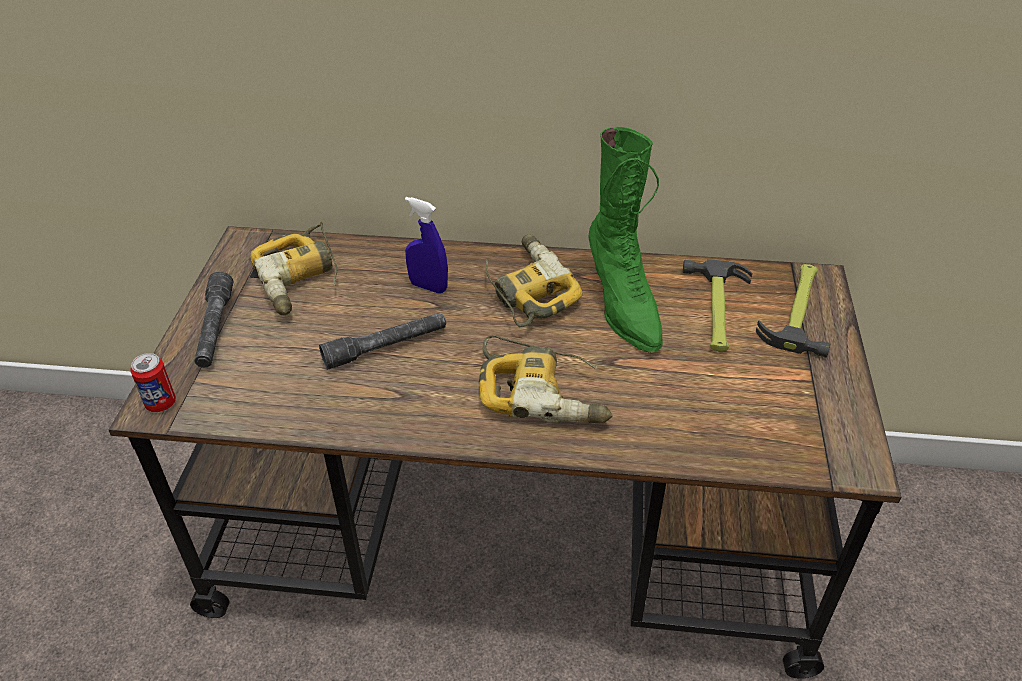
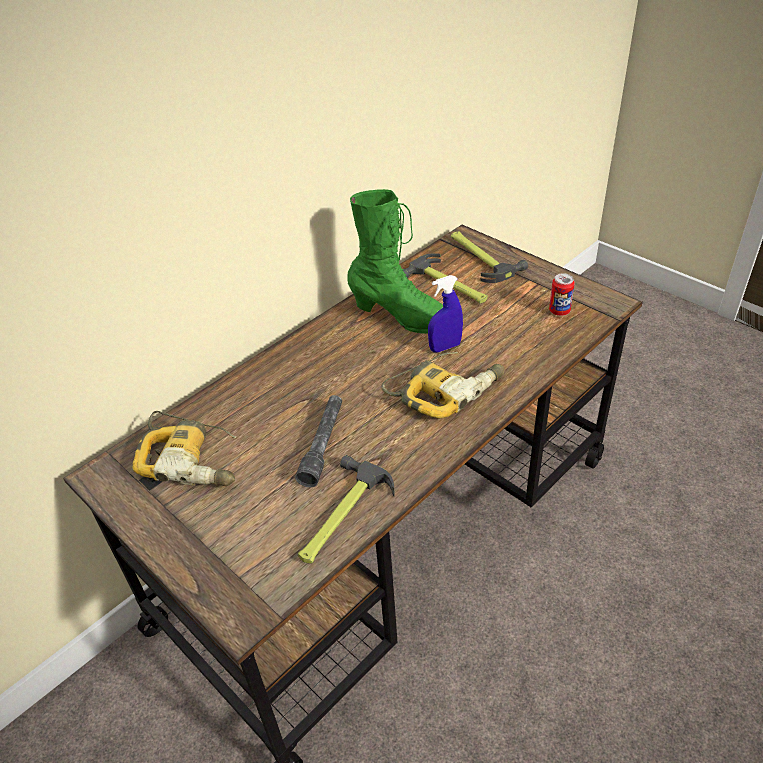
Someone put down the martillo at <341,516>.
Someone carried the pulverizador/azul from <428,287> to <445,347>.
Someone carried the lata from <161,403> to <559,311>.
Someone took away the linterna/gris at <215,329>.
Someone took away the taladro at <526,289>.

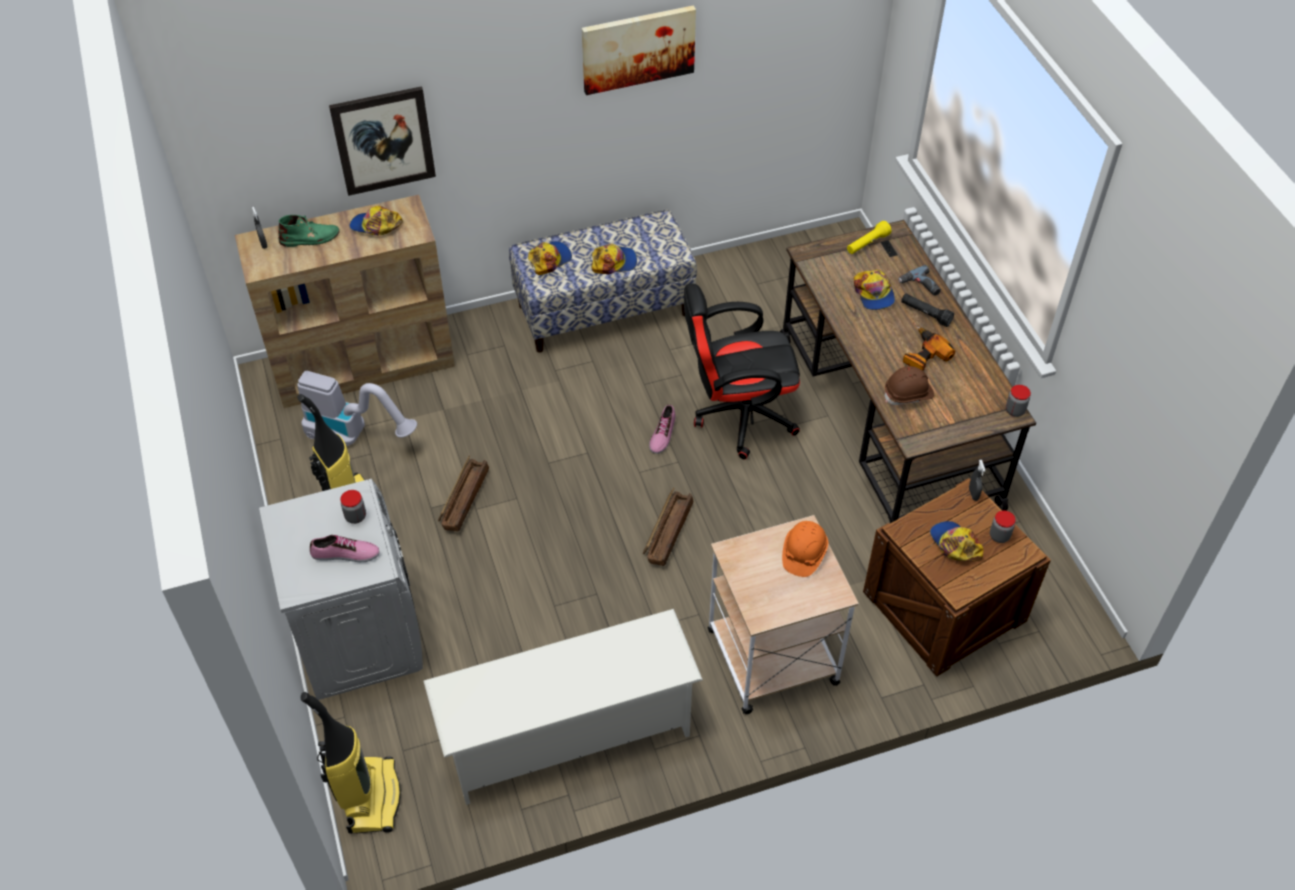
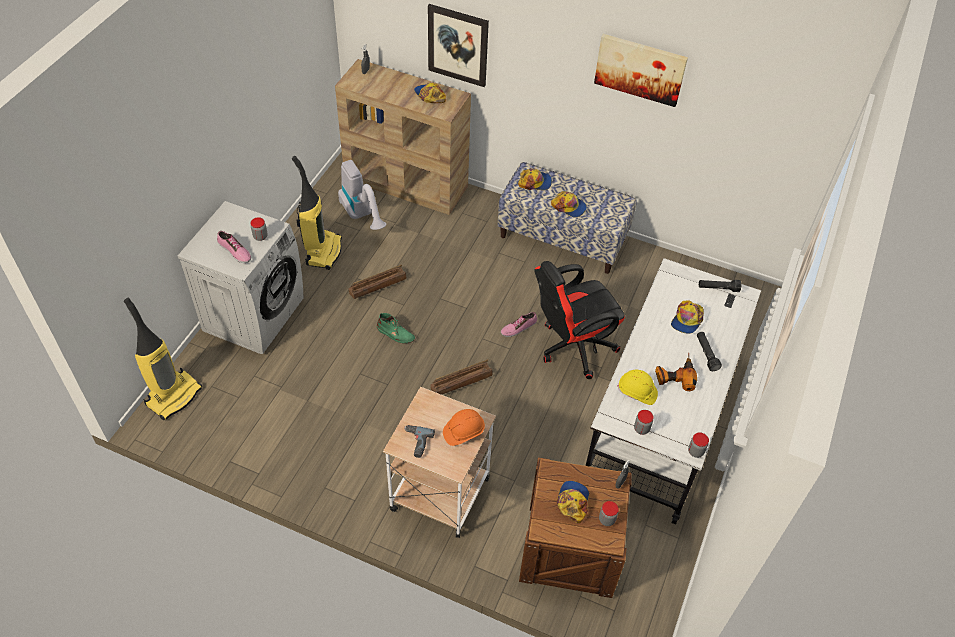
Someone carried the bota/verde from <310,238> to <395,334>.
Someone carried the taladro from <919,286> to <416,442>.
Someone rotated the silla de oficina/negro at <736,417> by 60 degrees counterclockwise.
Someone repainted the escritorio/marrón at <887,420>, which became the escritorio/blanco at <661,416>.
Someone repainted the casco/marrón at <908,394>, which became the casco/amarillo at <637,392>.
Someone put down the tarro at <641,429>.
Someone repainted the linterna/amarillo at <867,244>, which became the linterna/negro at <718,288>.
Someone took away the zapatero/blanco at <567,735>.

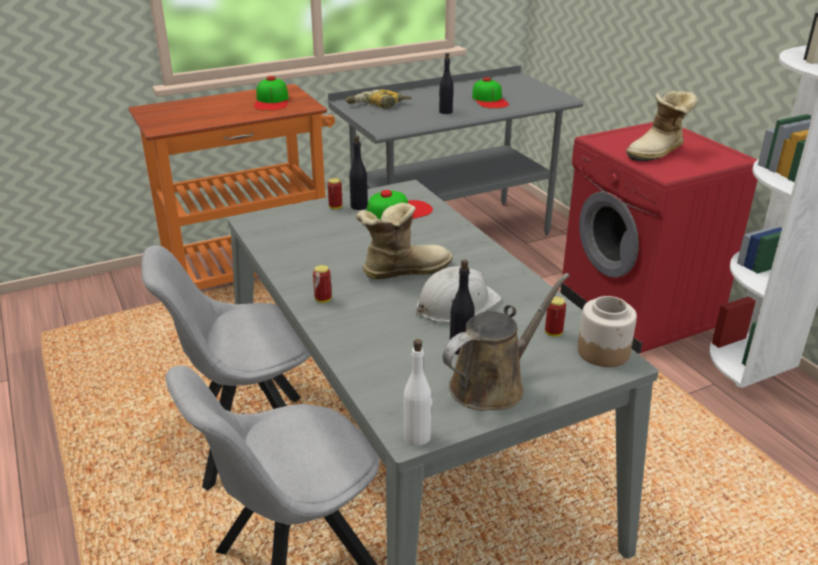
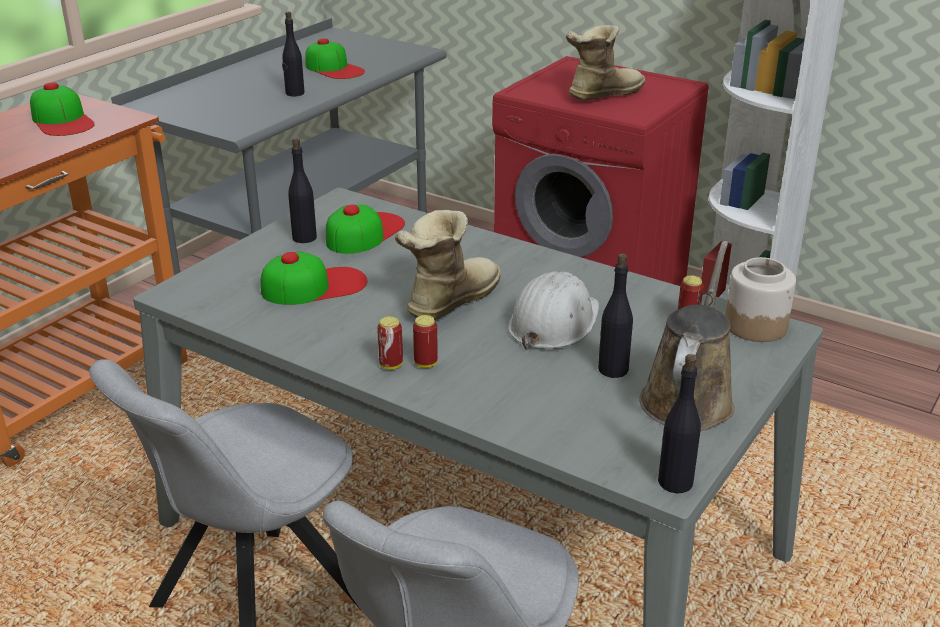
Someone put down the gorra at <314,286>.
Someone carried the lata from <335,207> to <425,363>.
Someone rotated the bota at <658,152> by 150 degrees counterclockwise.
Someone repainted the botella/blanco at <417,436>, which became the botella/negro at <675,482>.
Someone took away the taladro at <377,105>.

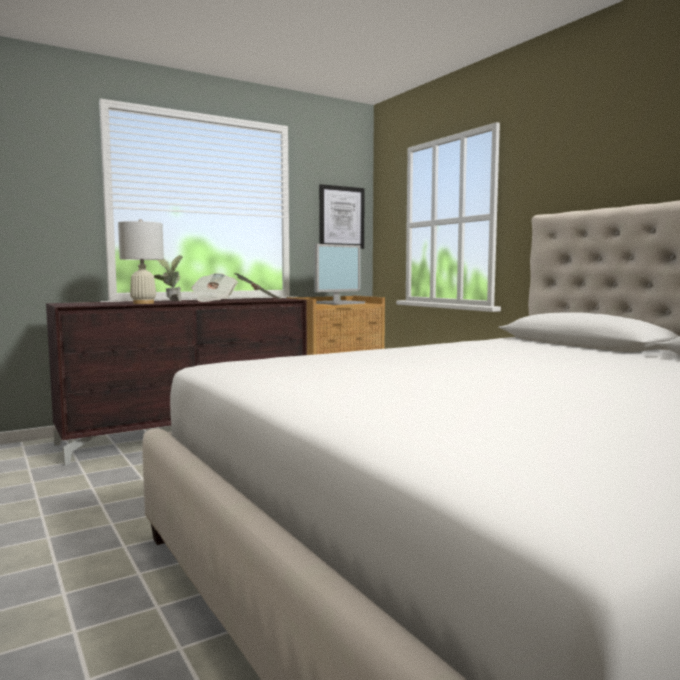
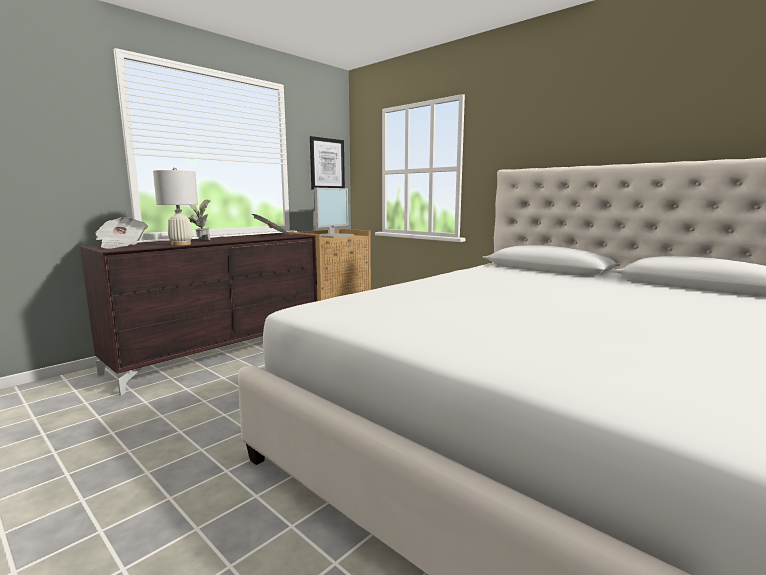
Someone carried the periódico from <213,300> to <121,245>.

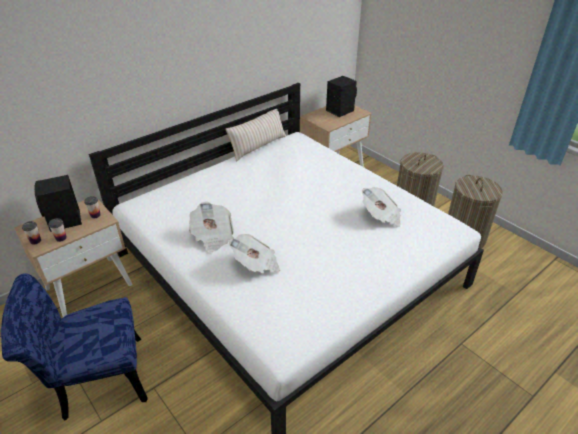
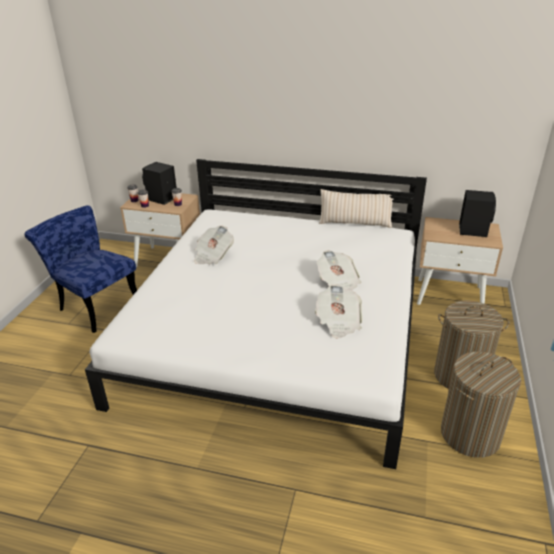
Someone carried the periódico from <256,264> to <338,282>.

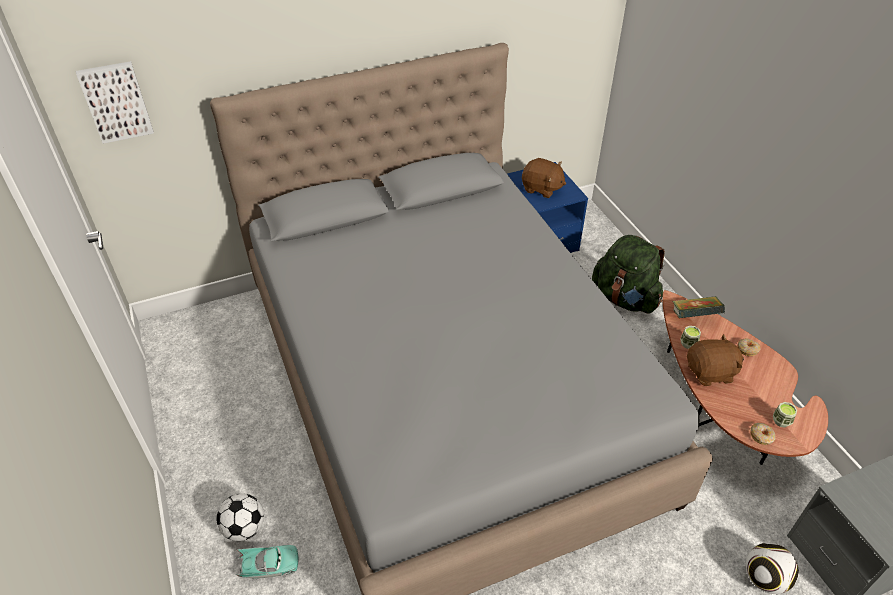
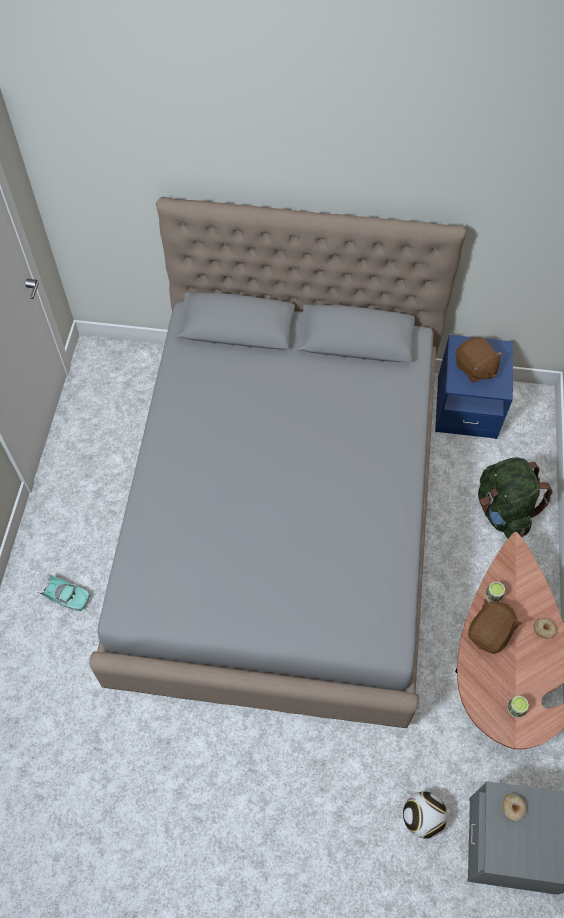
Someone rotated the peluche/marrón at <710,373> by 75 degrees counterclockwise.
Someone carried the rosquilla from <761,436> to <513,808>.
Someone took away the cuadro at <116,101>.
Someone took away the balón de fútbol at <244,528>.
Someone took away the libro at <694,317>.

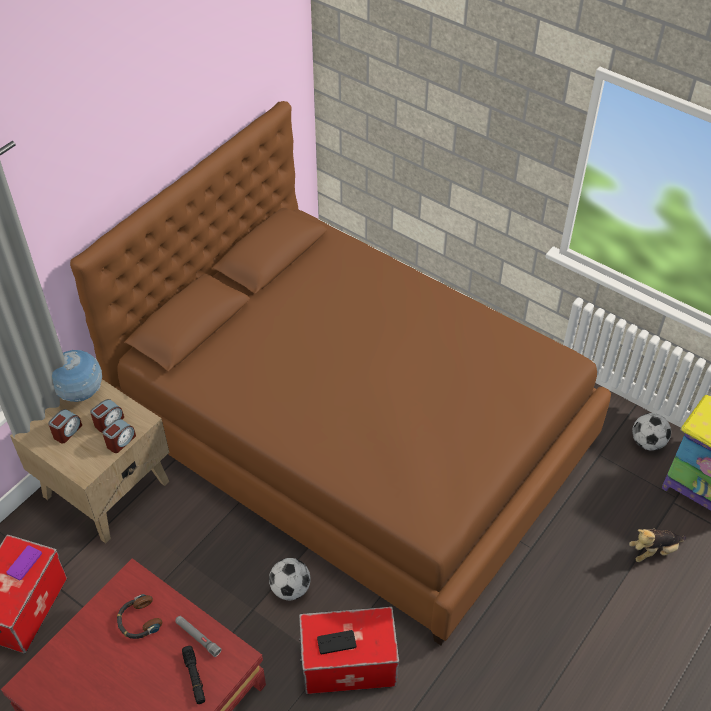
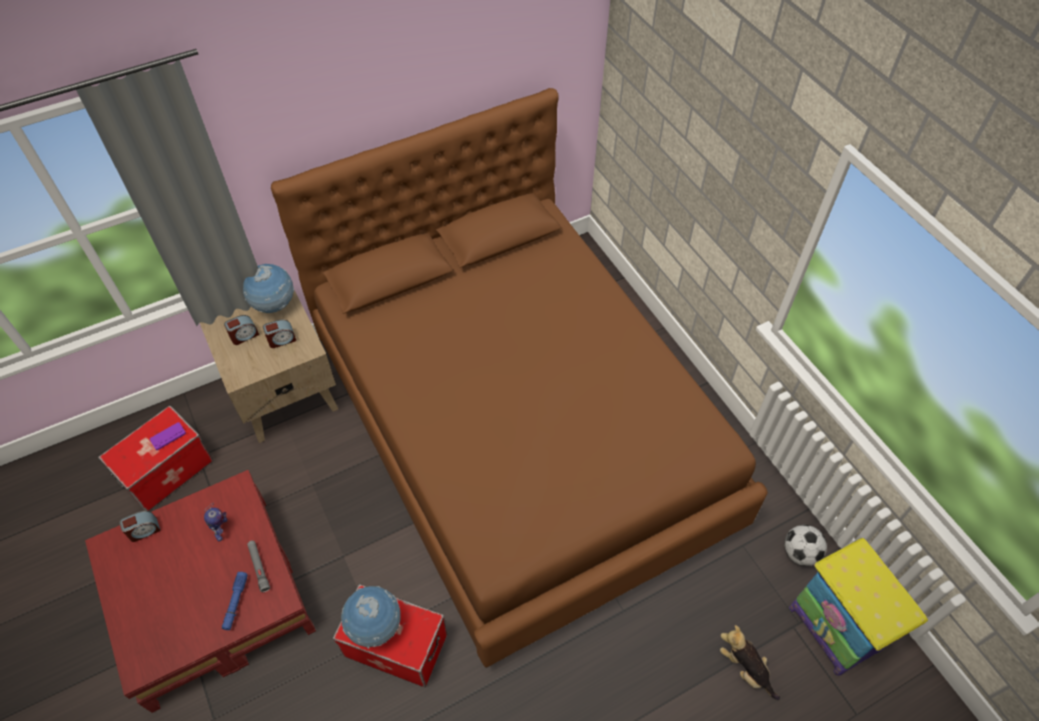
Someone carried the despertador from <121,441> to <144,530>.
Someone swapped the auriculares at <138,621> for the robot de juguete at <221,529>.
Someone repainted the linterna/negro at <194,677>, which became the linterna/azul at <236,602>.
Someone swapped the mando de consola/negro at <336,642> for the globo terráqueo at <375,626>.
Someone rotated the peluche at <653,551> by 45 degrees clockwise.
Someone took away the balón de fútbol at <290,589>.

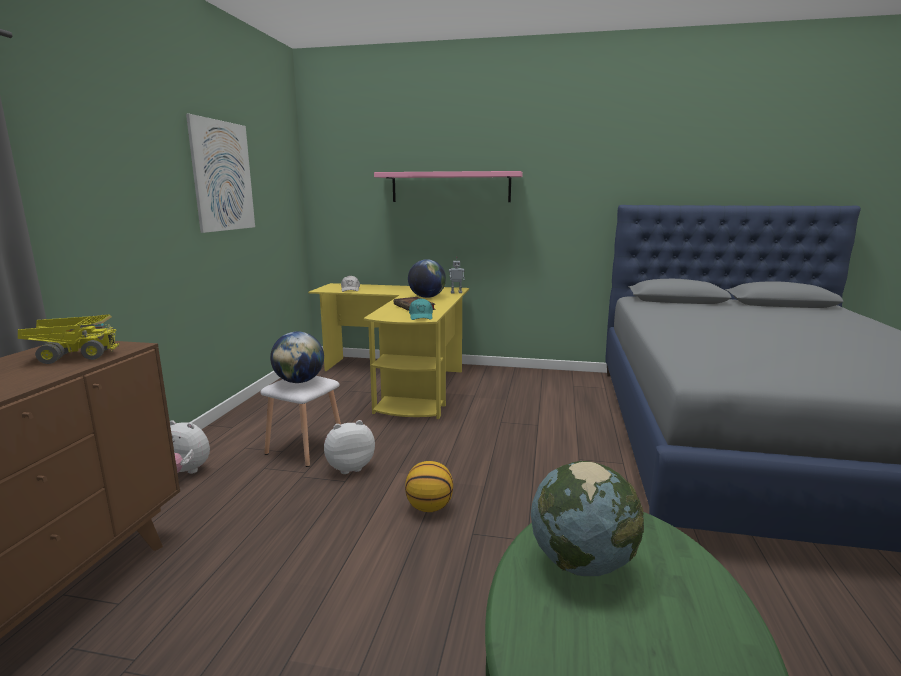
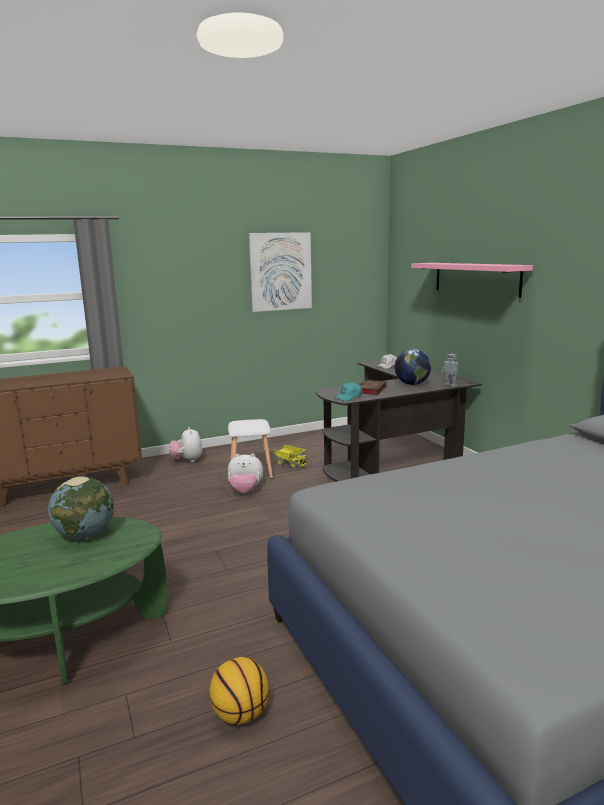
Someone carried the balón de baloncesto from <429,507> to <241,714>.
Someone rotated the peluche at <349,467> by 150 degrees clockwise.
Someone carried the camión de juguete from <73,356> to <290,464>.
Someone repainted the escritorio/amarillo at <402,380>, which became the escritorio/negro at <396,456>.
Someone took away the globo terráqueo at <299,381>.

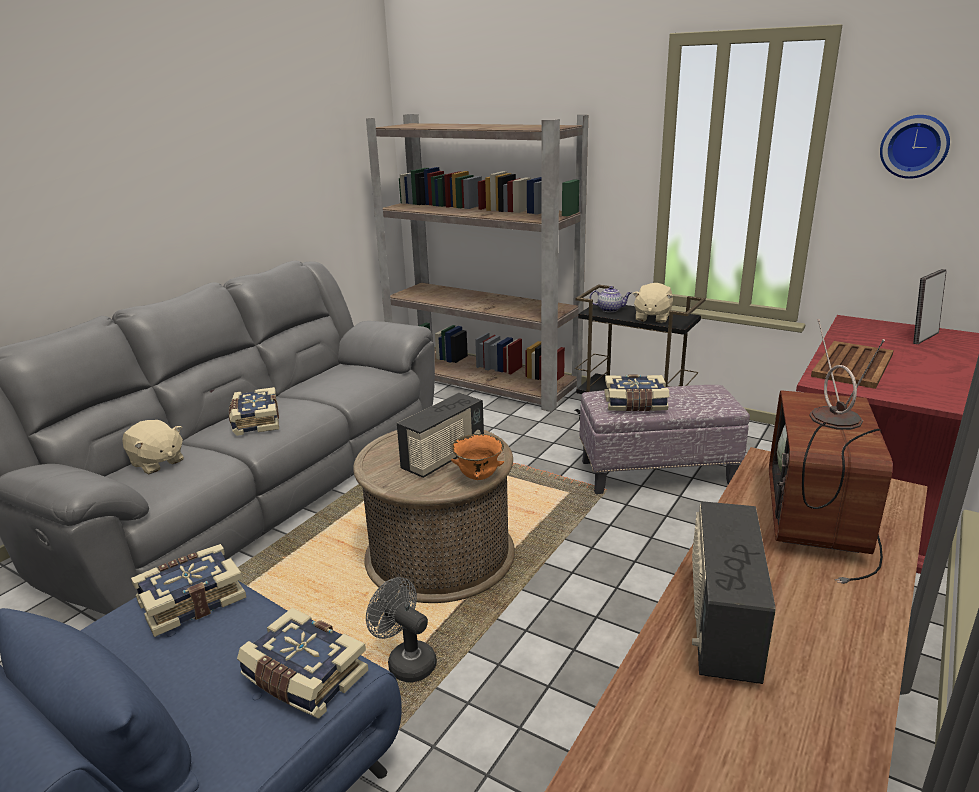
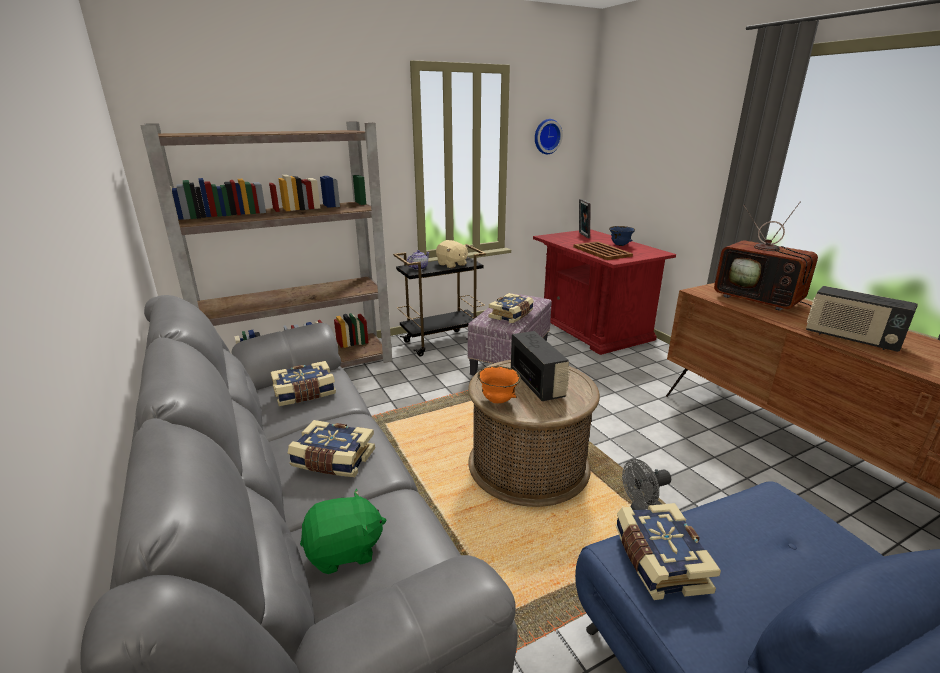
Someone carried the libro from <303,678> to <305,393>.
Someone repainted the peluche/beis at <157,463>, which became the peluche/verde at <344,551>.
Someone carried the cuenco/naranja from <478,477> to <498,401>.
Someone put down the cuenco/azul at <619,245>.

